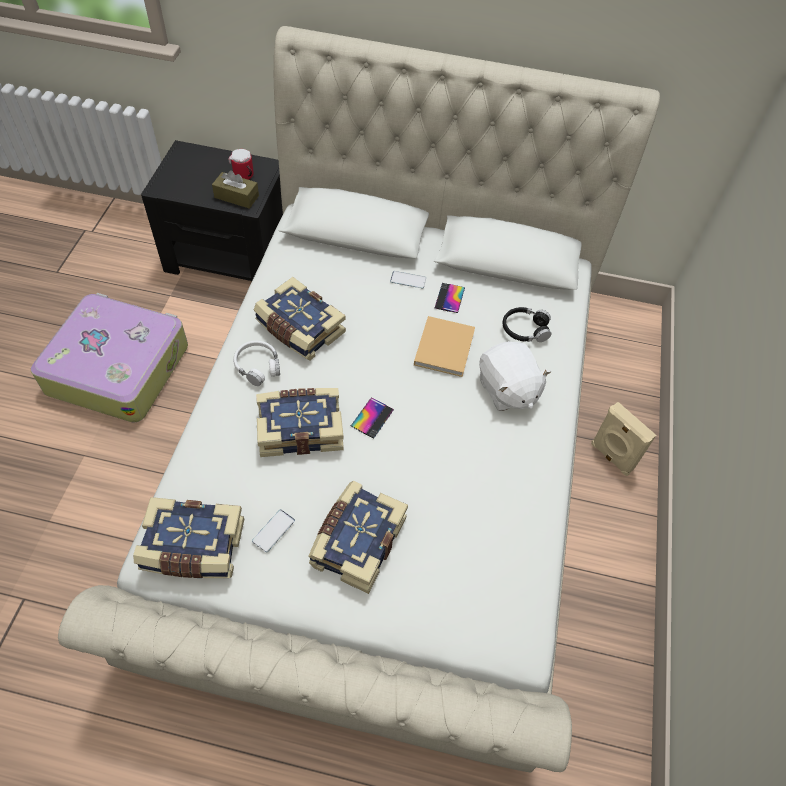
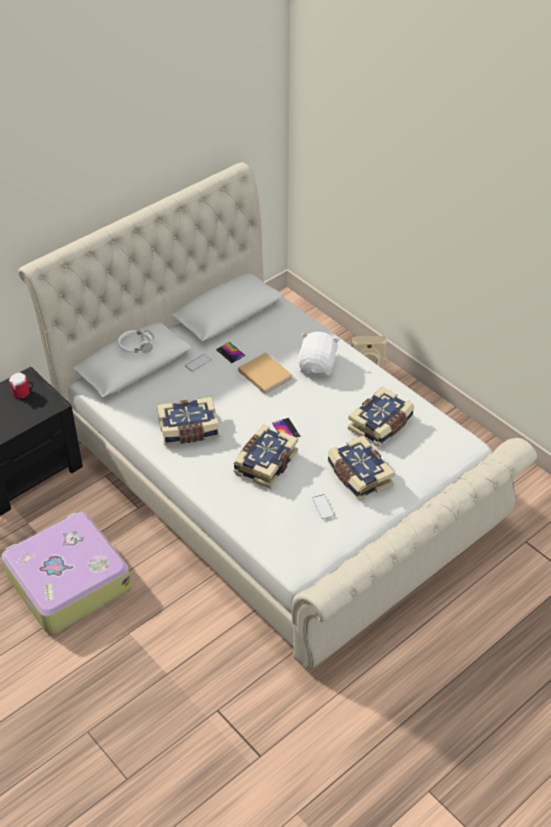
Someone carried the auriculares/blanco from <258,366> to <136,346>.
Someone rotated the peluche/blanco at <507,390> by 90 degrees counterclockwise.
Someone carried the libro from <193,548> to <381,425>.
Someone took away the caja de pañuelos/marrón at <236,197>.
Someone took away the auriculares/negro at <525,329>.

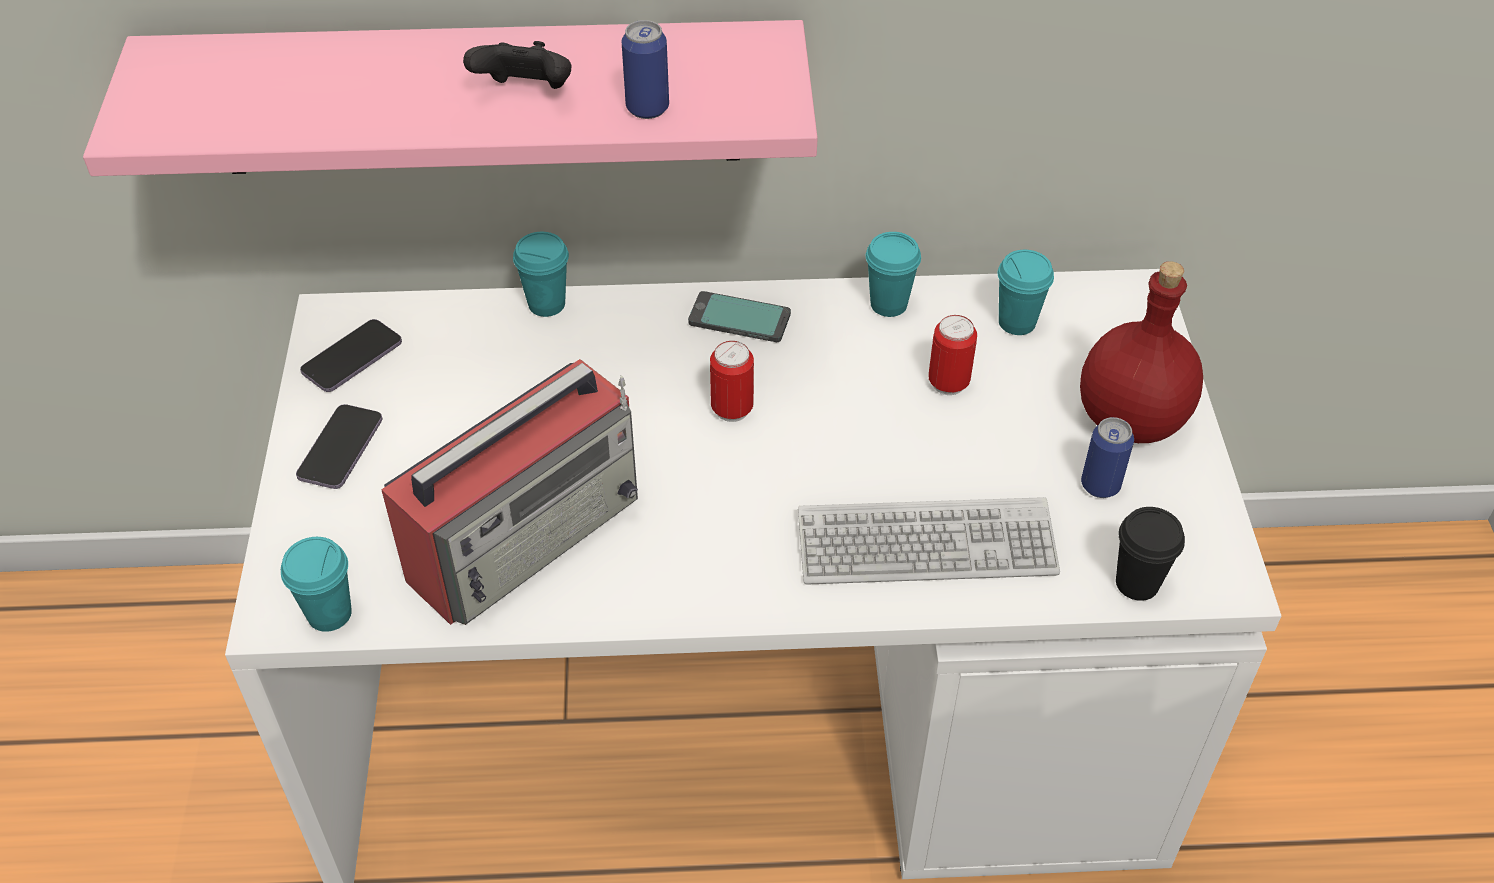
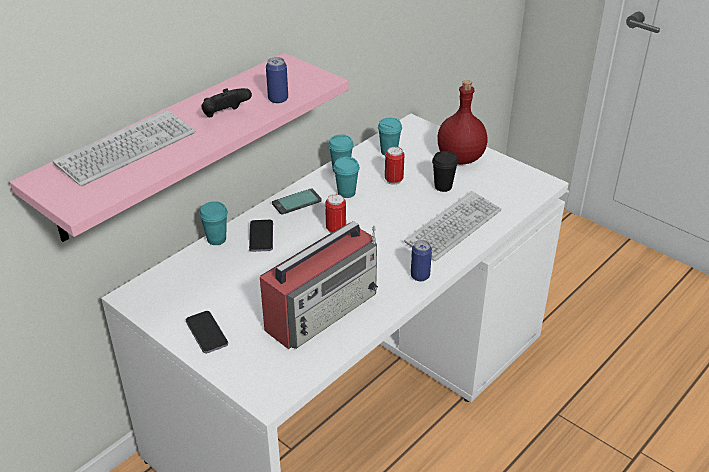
Someone put down the teclado at <126,149>.
Someone carried the móvil from <352,358> to <261,237>.
Someone rotated the radio at <528,534> by 45 degrees clockwise.
Someone carried the taza/turquesa from <329,613> to <346,193>.
Someone carried the lata from <1100,485> to <420,276>.
Someone carried the taza/negro from <1137,583> to <443,186>.

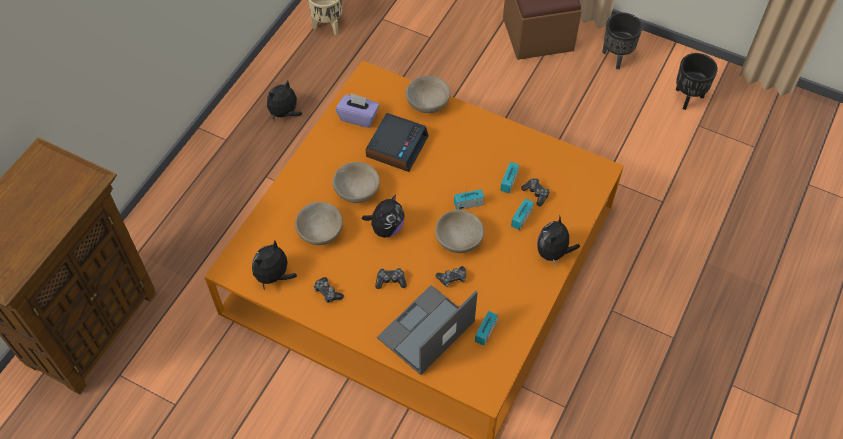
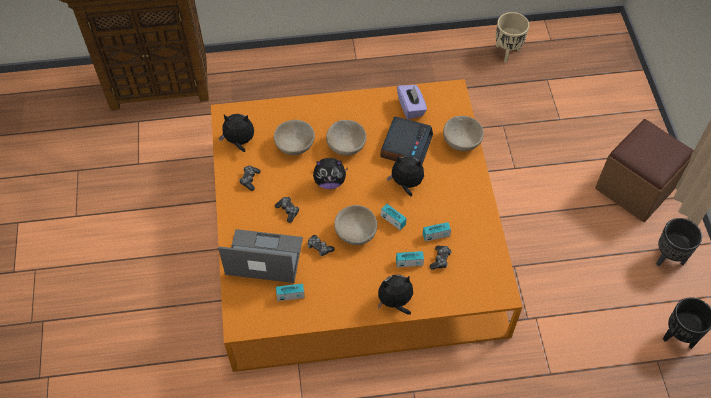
Someone rotated the despertador at <396,146> by 60 degrees counterclockwise.
Someone carried the peluche from <284,113> to <406,184>.

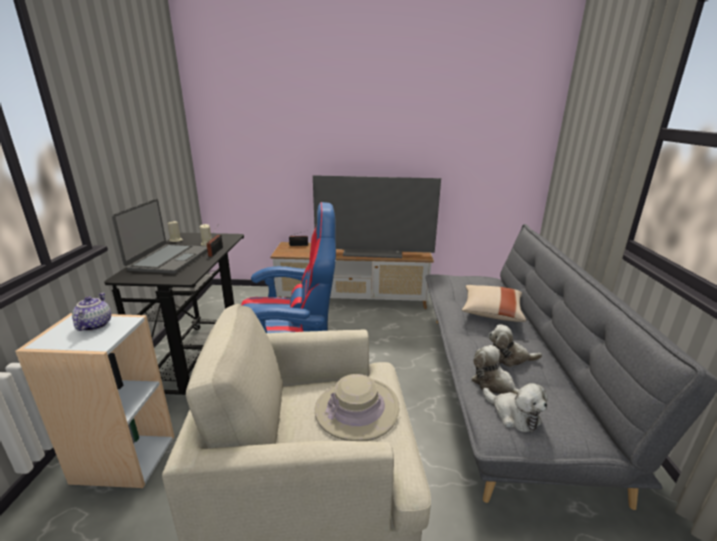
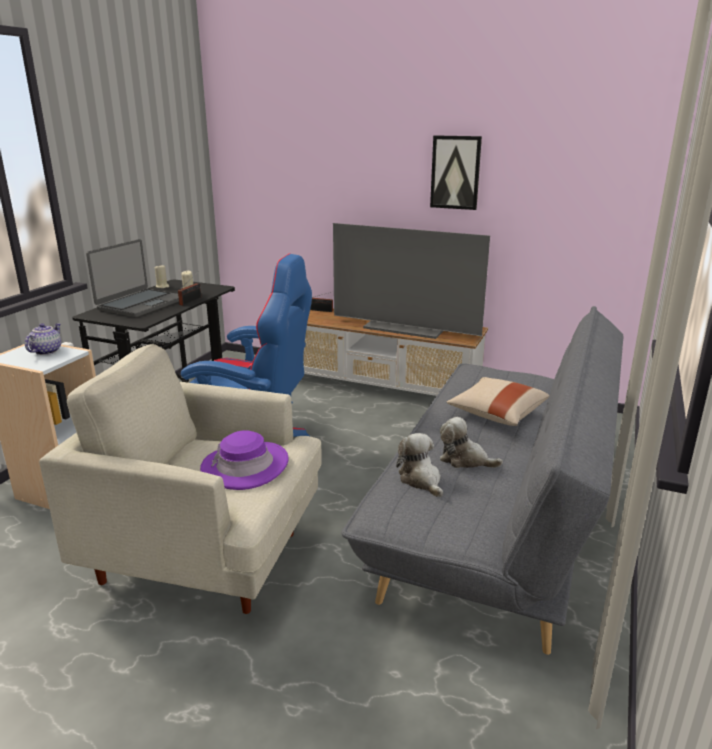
Someone repainted the sombrero/beis at <357,409>, which became the sombrero/morado at <245,466>.
Someone put up the cuadro at <455,172>.
Someone took away the peluche at <513,415>.

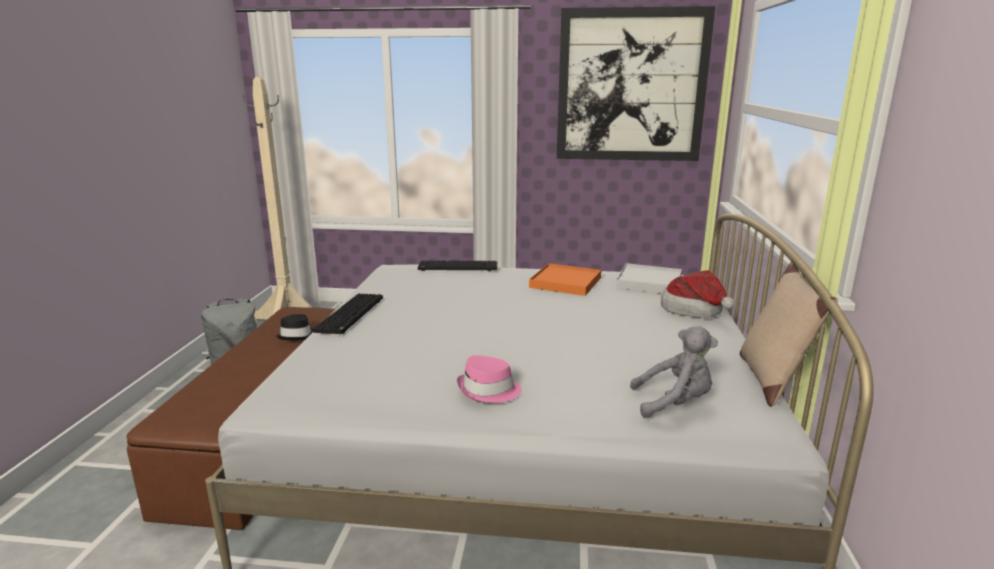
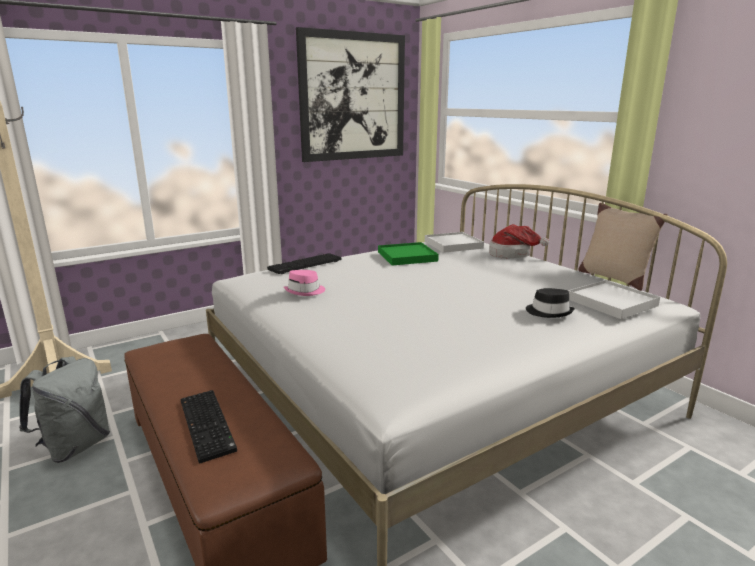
Someone carried the teclado from <351,315> to <209,425>.
Someone carried the sombrero/rosa from <488,391> to <305,291>.
Someone repainted the bandeja/naranja at <565,283>, which became the bandeja/verde at <407,256>.
Someone carried the sombrero/negro from <297,335> to <549,312>.
Someone swapped the peluche/gris at <674,403> for the bandeja/blanco at <612,302>.

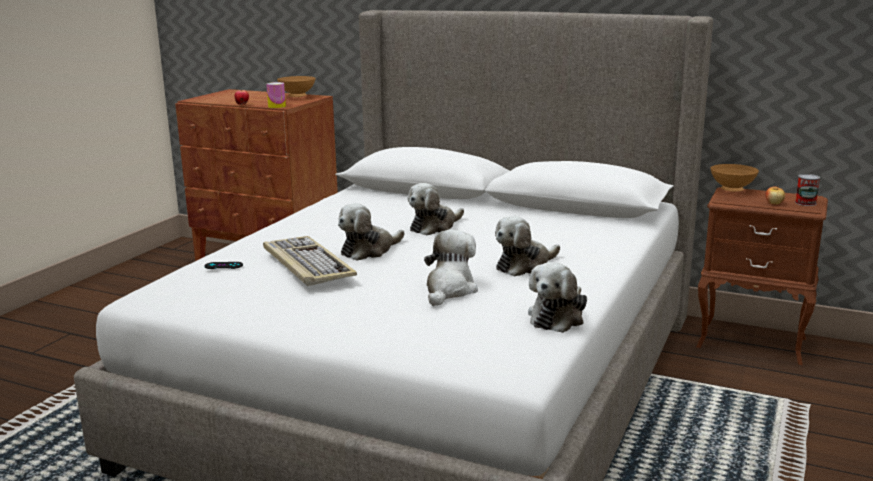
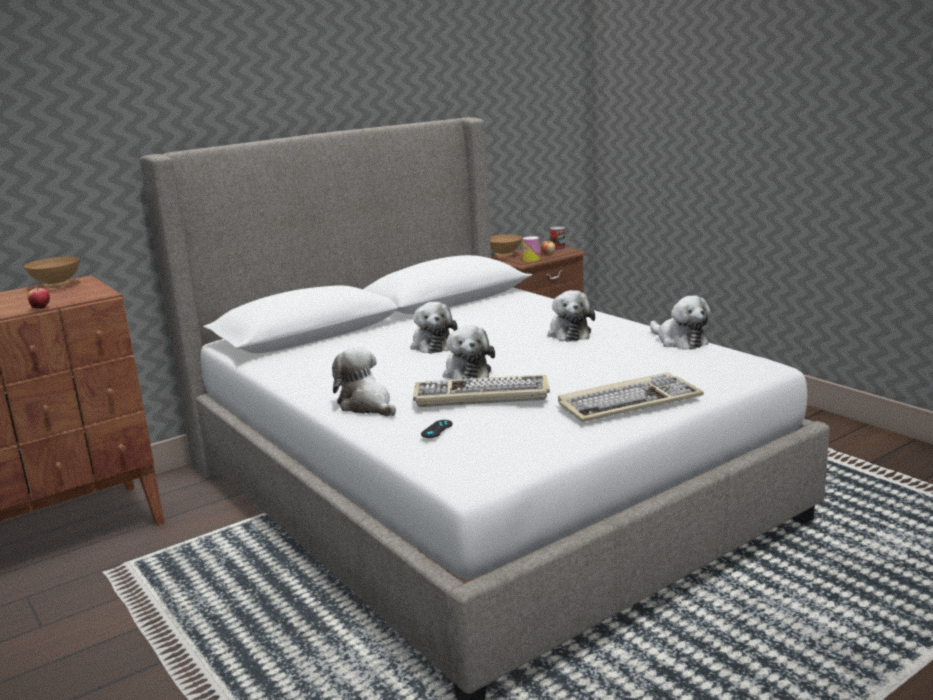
Someone carried the peluche from <449,290> to <367,405>.
Someone carried the lata from <277,106> to <531,259>.
Someone put down the teclado at <629,402>.

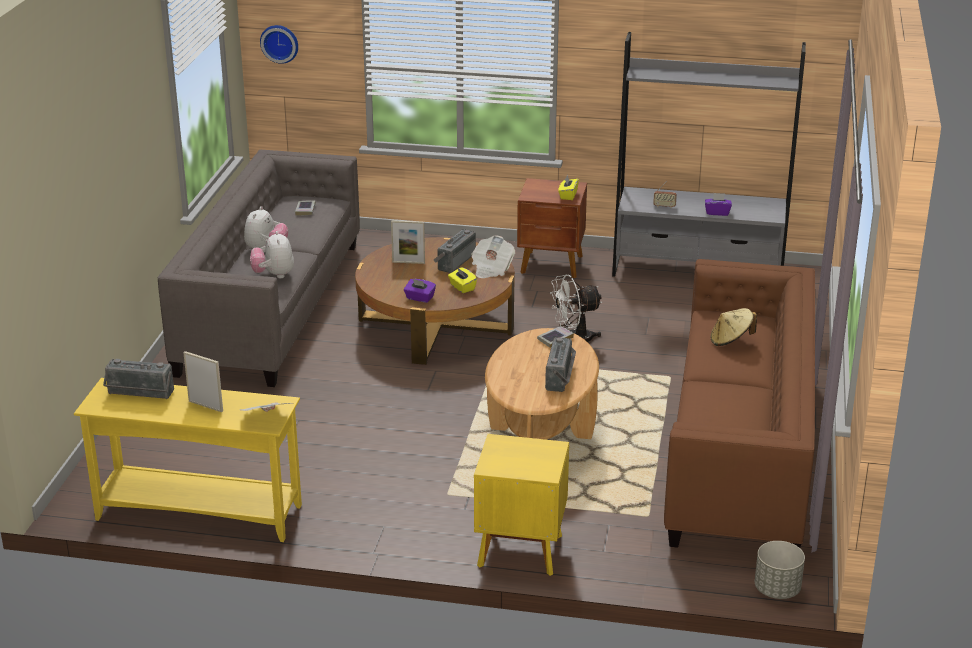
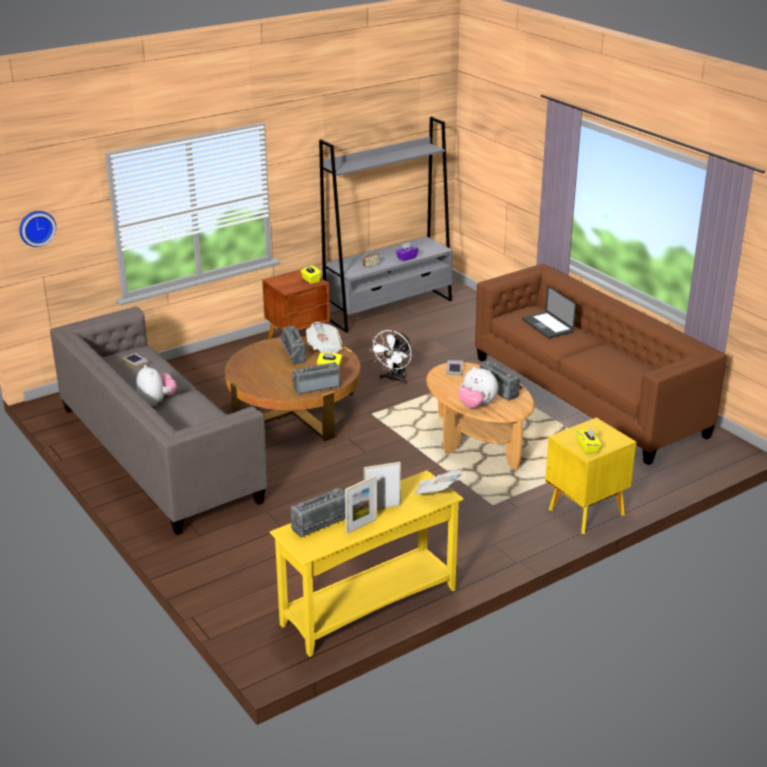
Someone swapped the caja de pañuelos/morado at <419,298> for the radio at <316,386>.
Someone carried the portarretratos from <408,262> to <361,526>.
Someone carried the peluche from <273,275> to <477,405>.
Someone swapped the sombrero/beis at <731,340> for the portátil at <547,326>.
Someone put down the caja de pañuelos/amarillo at <588,448>.
Someone took away the maceta/gris at <777,590>.

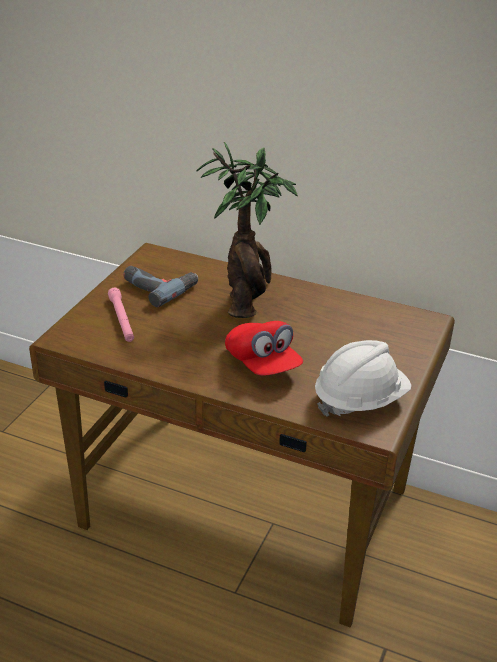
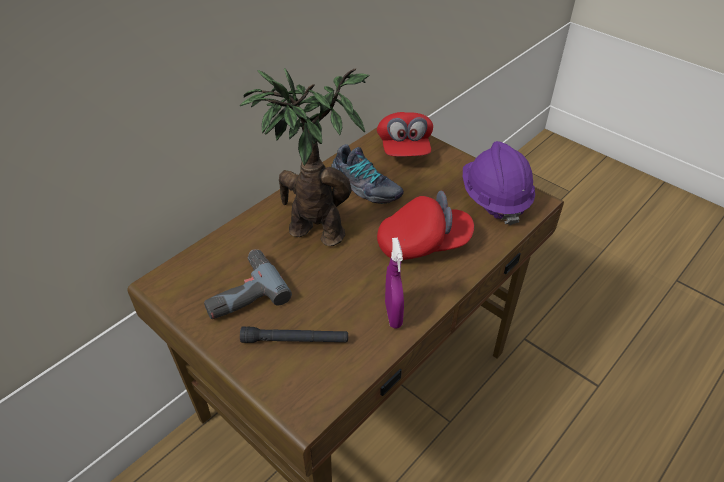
Someone repainted the linterna/rosa at <122,320>, which became the linterna/negro at <295,340>.
Someone put down the zapato at <365,188>.
Someone put down the gorra/rojo at <404,148>.
Someone put down the pulverizador/morado at <393,315>.
Someone repainted the casco/blanco at <360,400>, which became the casco/morado at <494,198>.

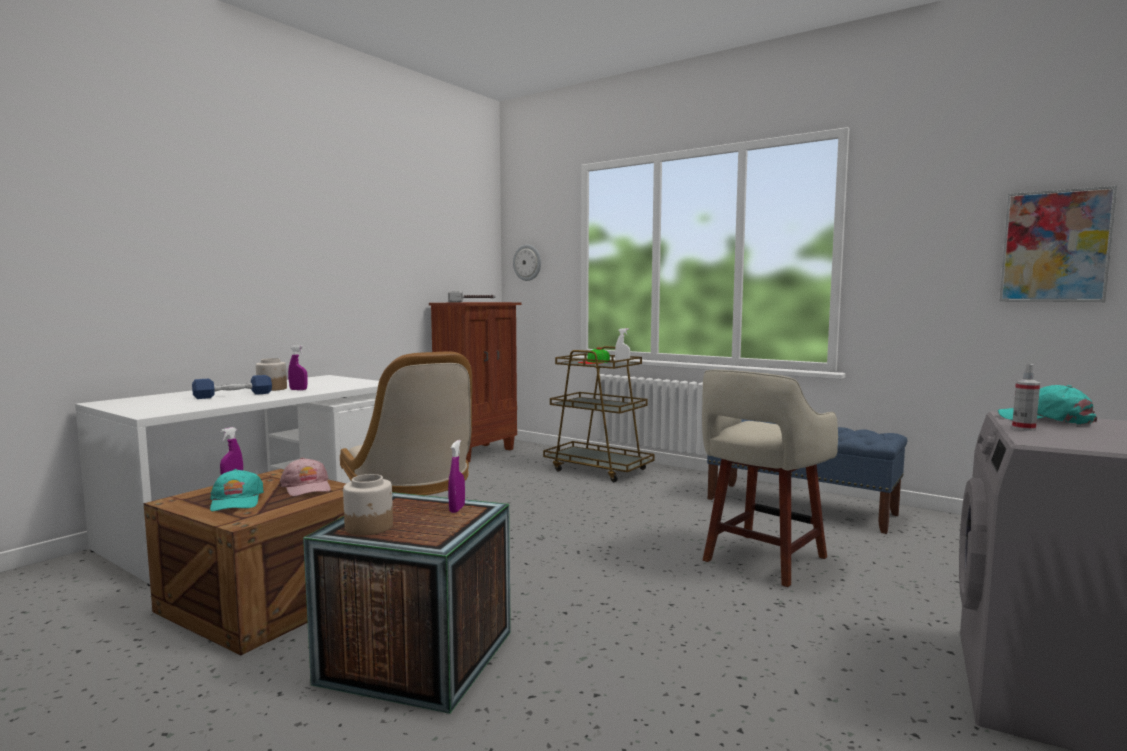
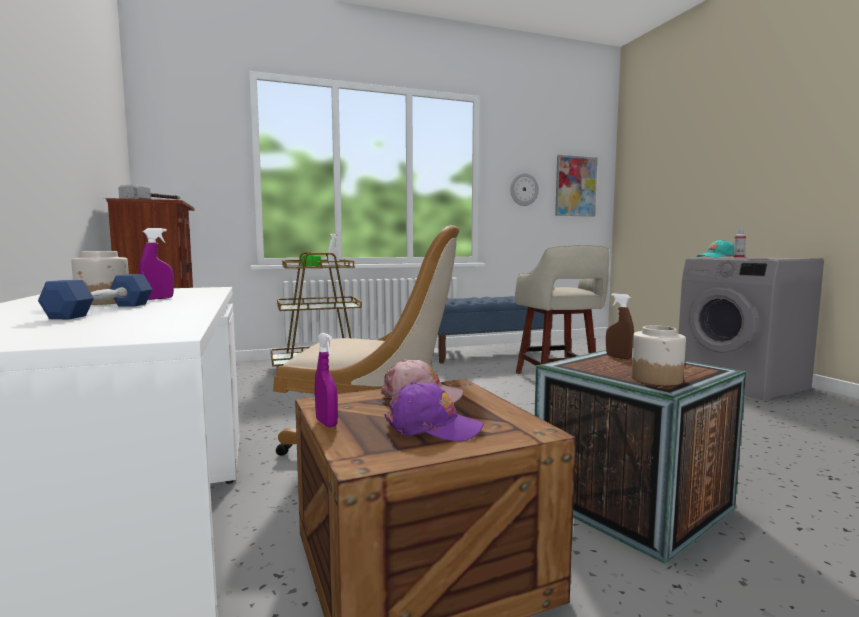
Someone repainted the gorra/turquesa at <236,501>, which became the gorra/morado at <432,427>.
Someone carried the reloj de pared from <527,262> to <524,189>.
Someone repainted the pulverizador/morado at <457,509>, which became the pulverizador/marrón at <618,357>.

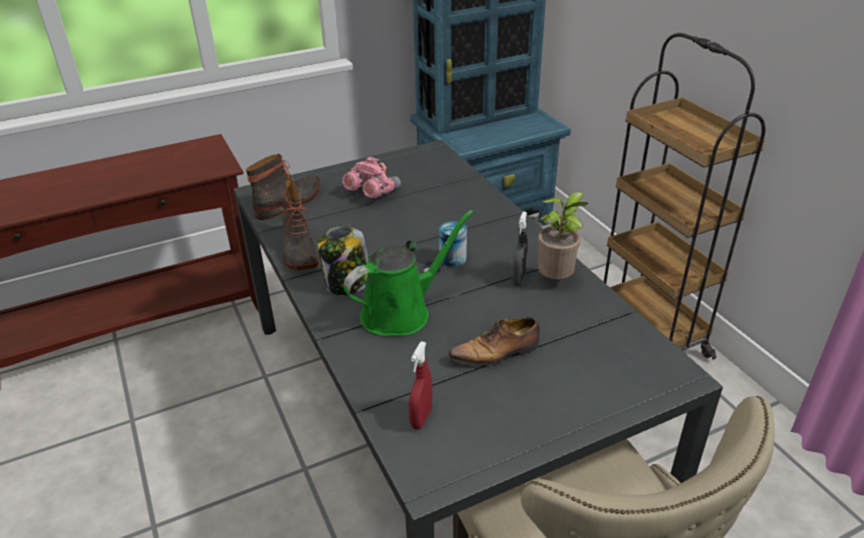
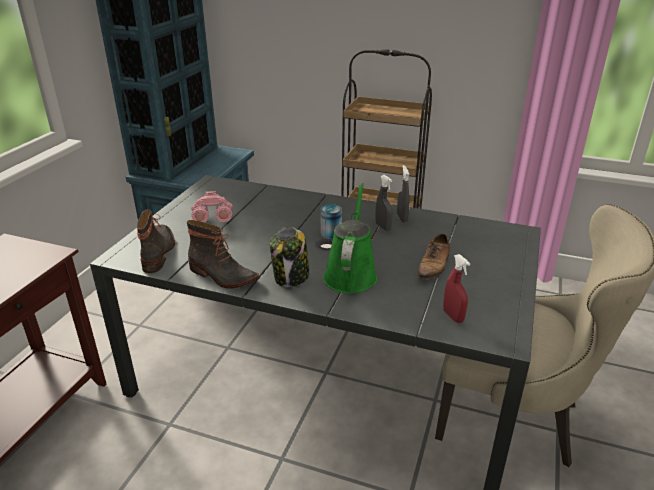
Someone swapped the planta en maceta at <556,280> for the pulverizador/gris at <402,218>.

